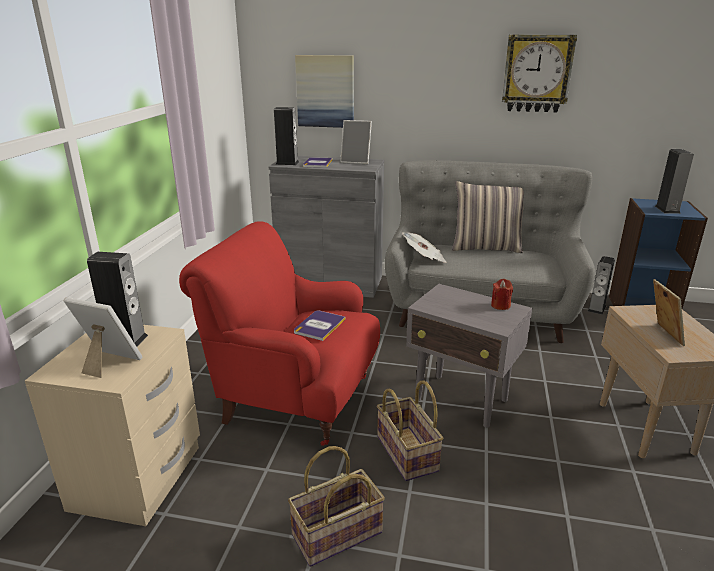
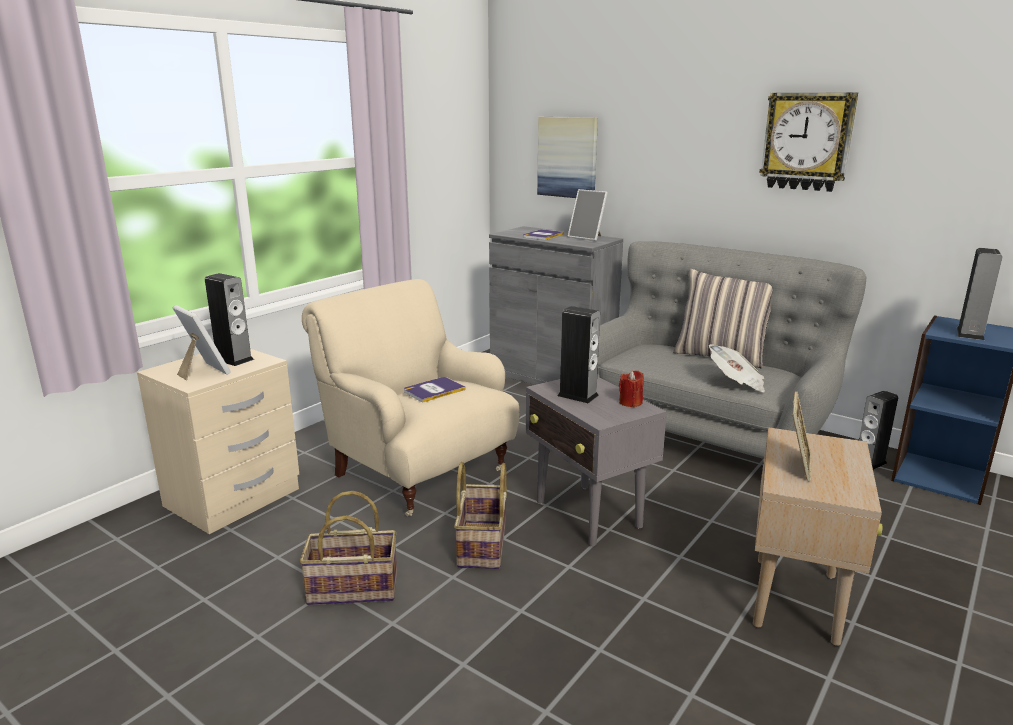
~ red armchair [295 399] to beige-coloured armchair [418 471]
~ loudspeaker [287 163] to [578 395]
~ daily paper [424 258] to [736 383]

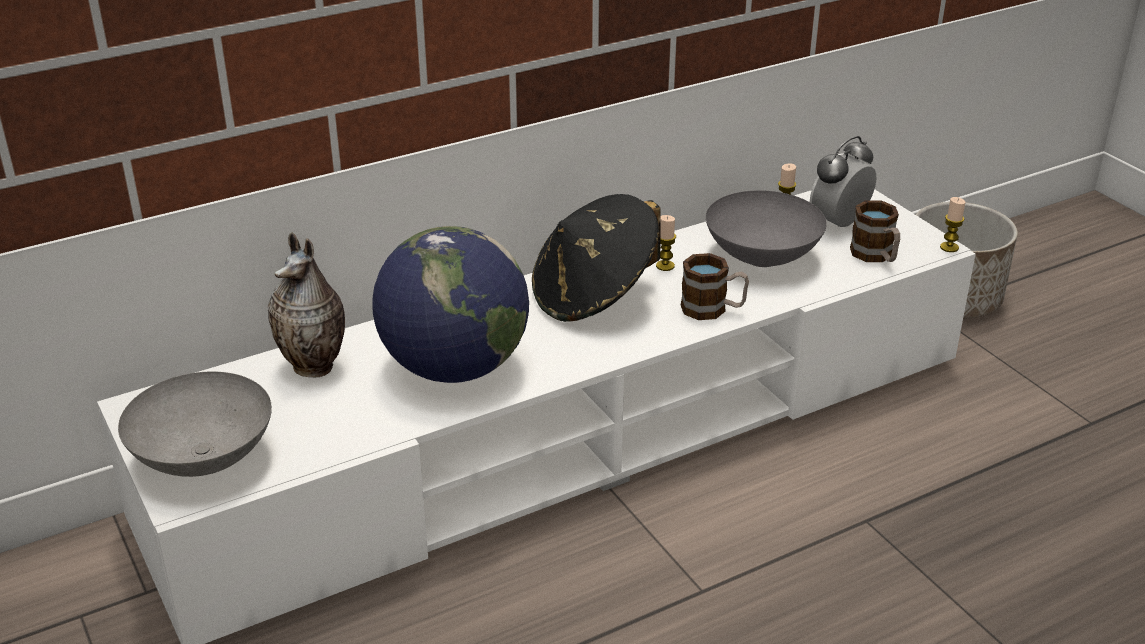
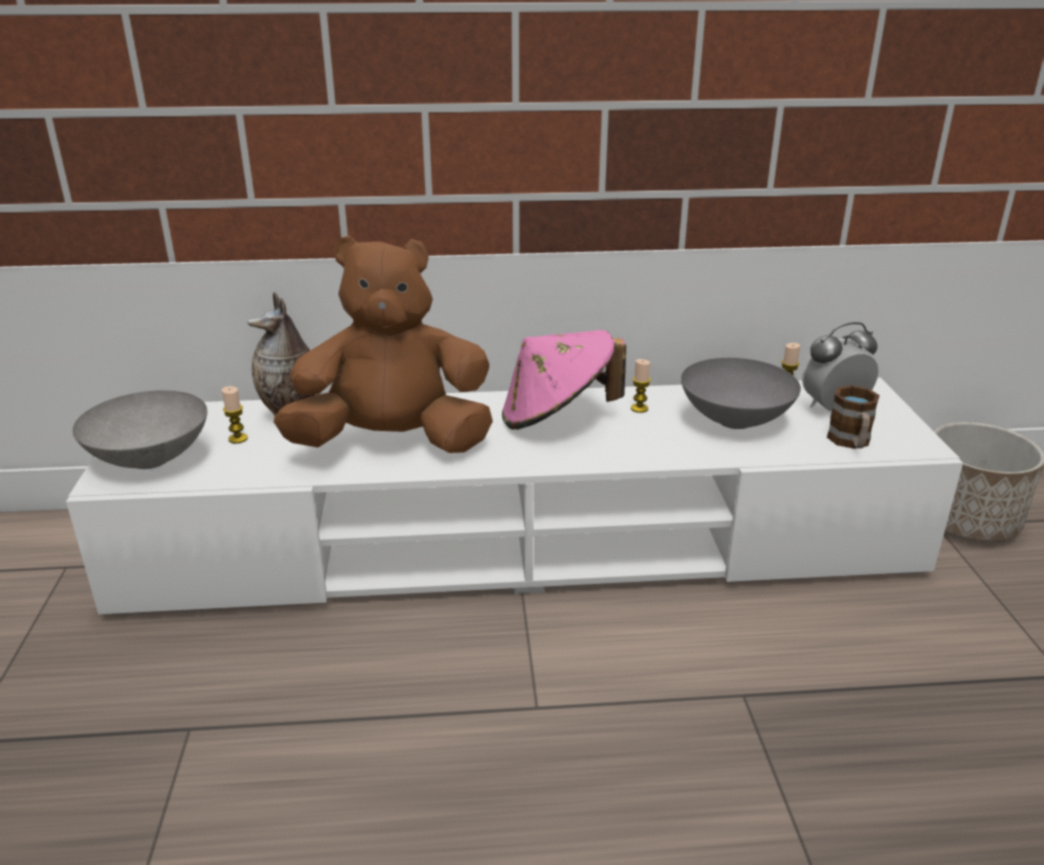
~ globe [454 368] to brown cuddly toy [393 443]
~ black-coloured hat [594 296] to pink-coloured hat [557 417]
- tea mug [713 309]
~ wax candle [949 247] to [238 439]

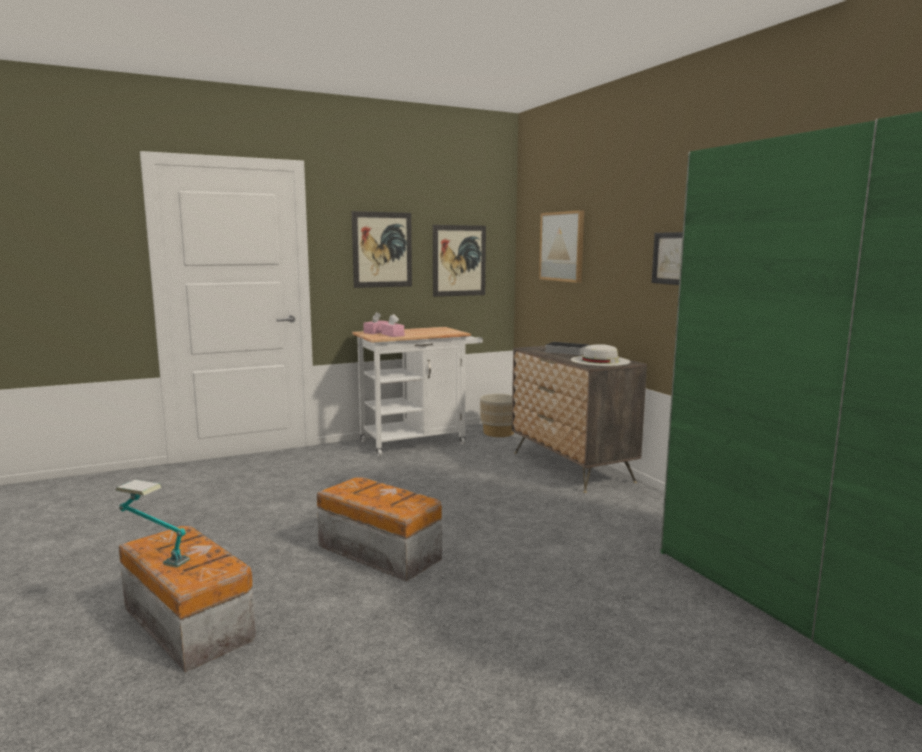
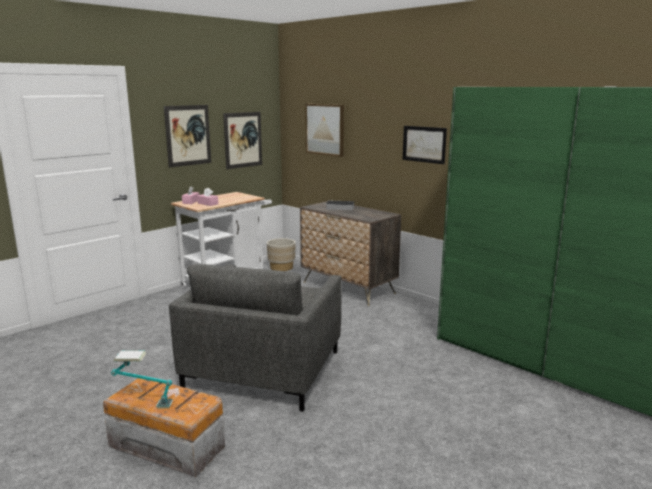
~ storage box [380 551] to grey armchair [263 369]
- white-coloured hat [600 361]

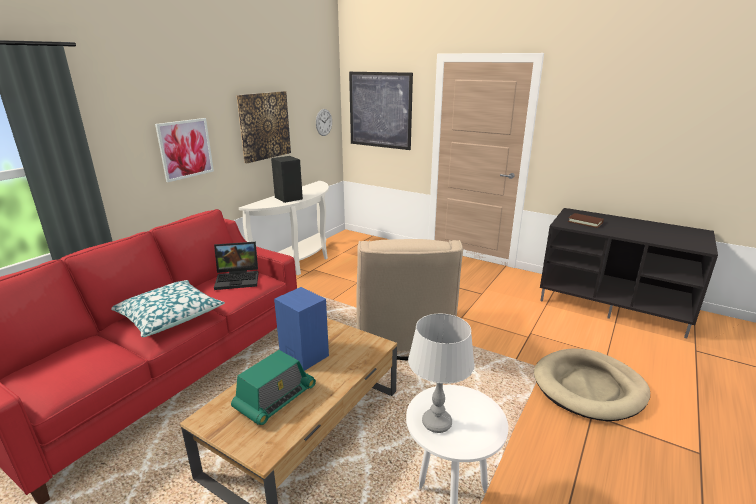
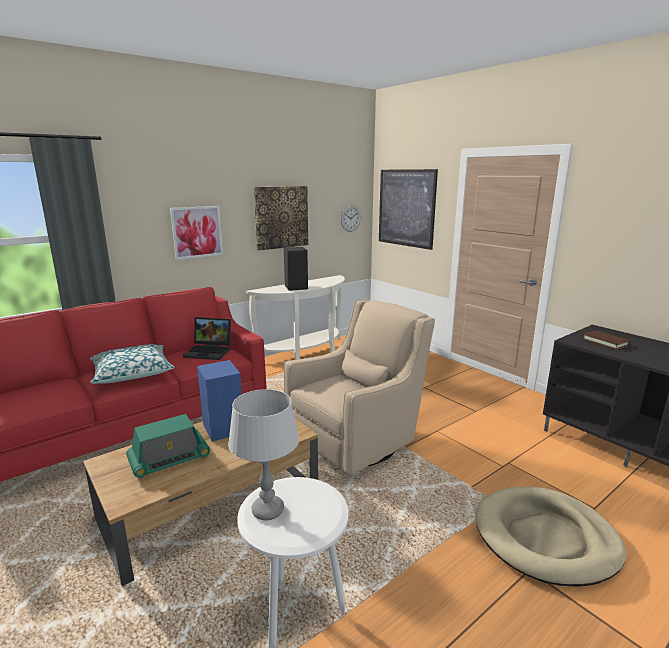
~ beige-coloured armchair [403 340] = [358 441] 150 degrees counterclockwise

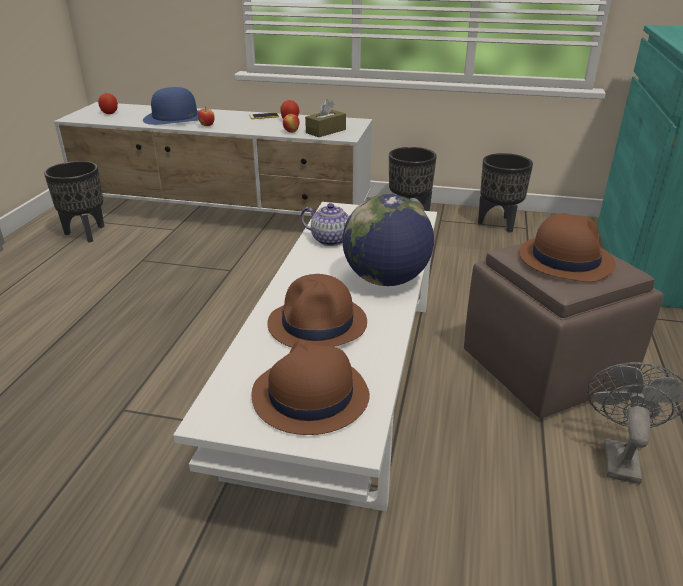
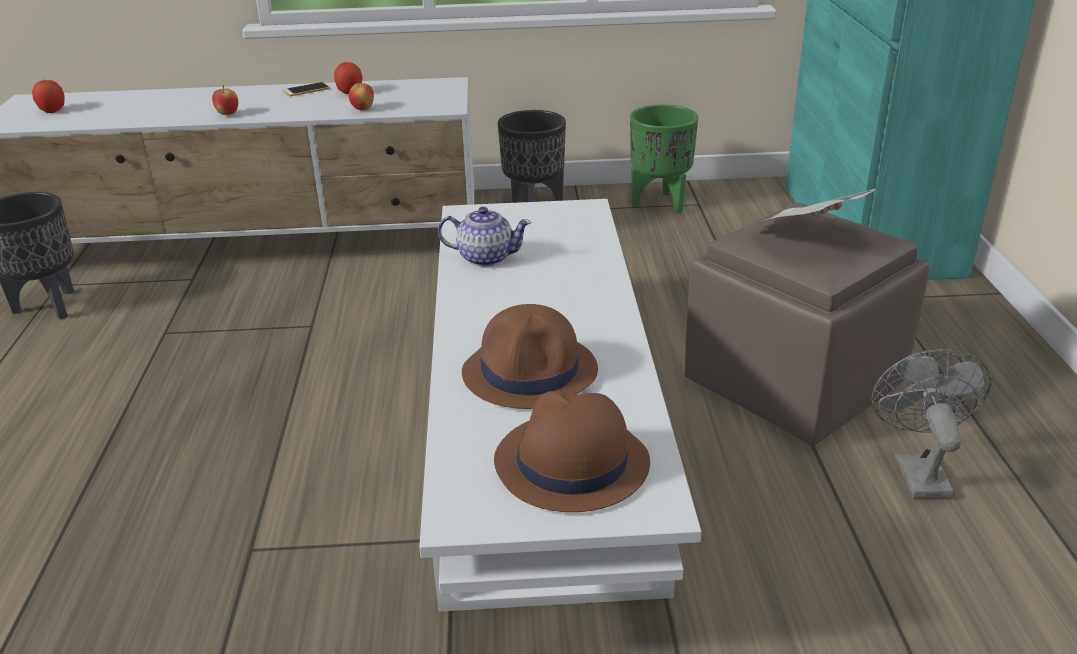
- bluish hat [175 118]
- brown box of tissues [326 131]
- globe [386 280]
~ black-coloured planter [499 224] to green planter [660 203]
~ brown hat [565 259] to daily paper [809 237]

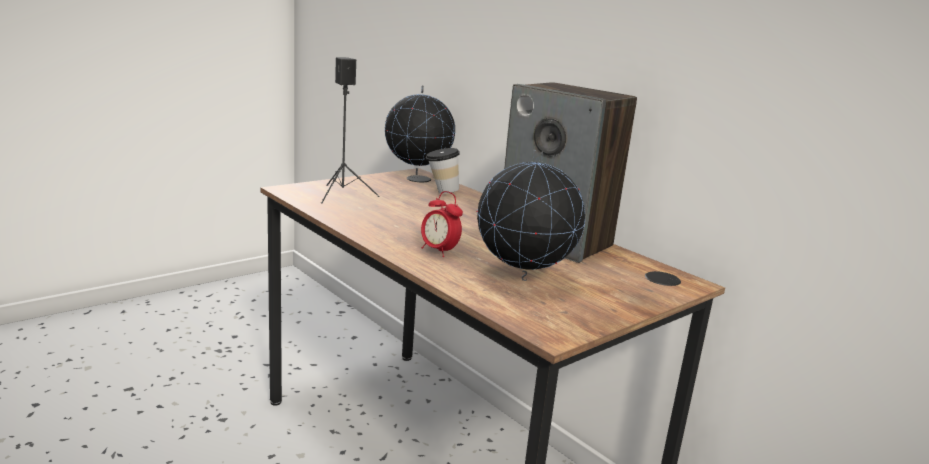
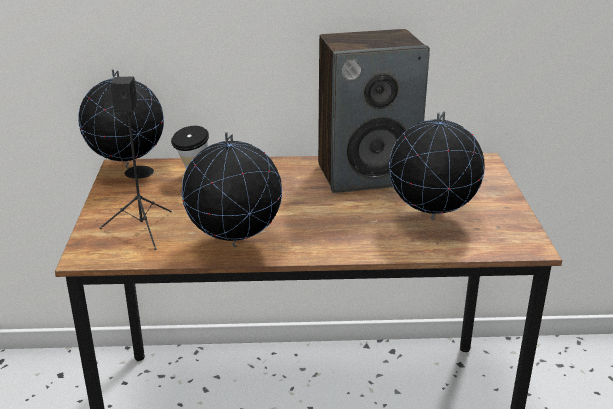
- alarm clock [439 251]
+ globe [235 245]

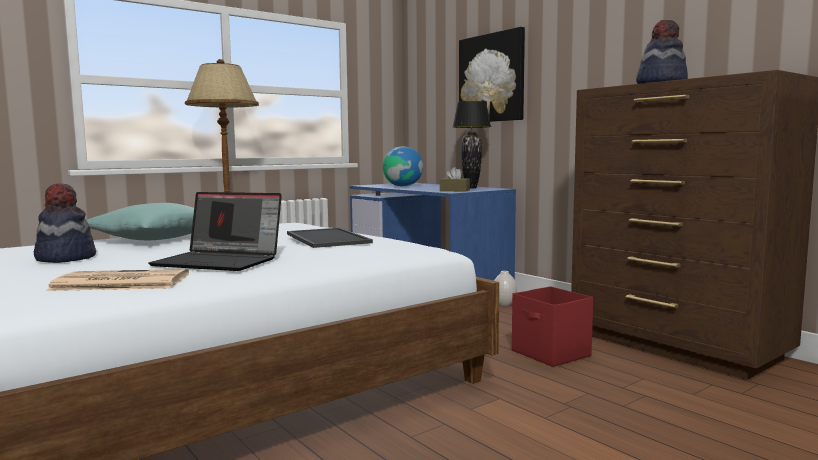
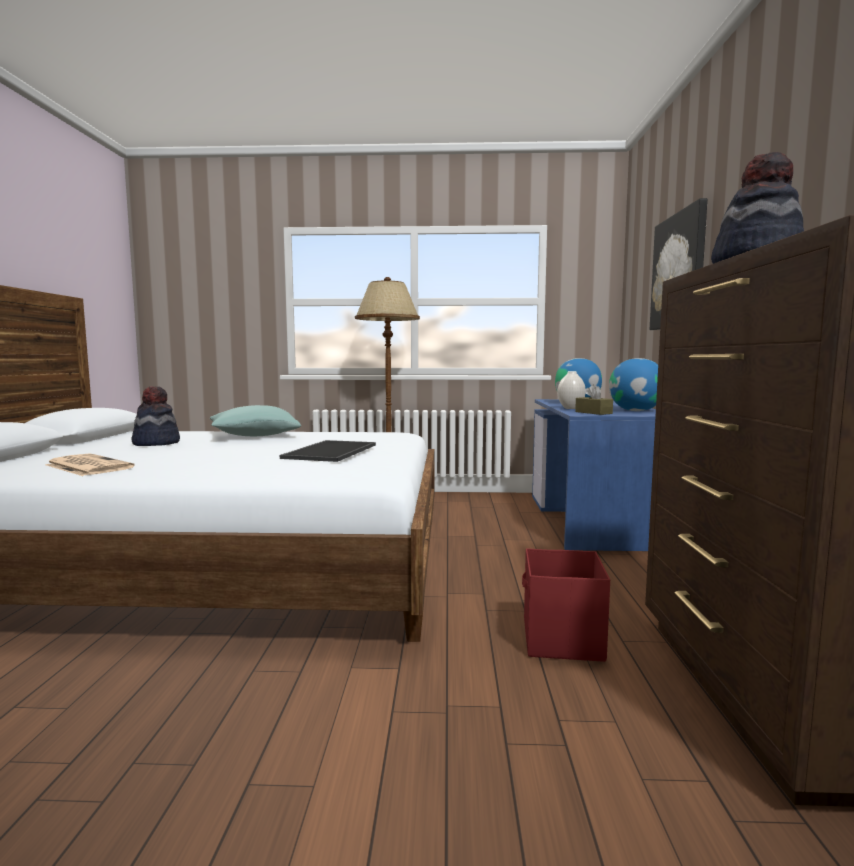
- laptop [221 261]
~ black-coloured lamp for a table [471 188] to globe [636 411]
~ white-coloured decorative vase [504 304] to [570 408]

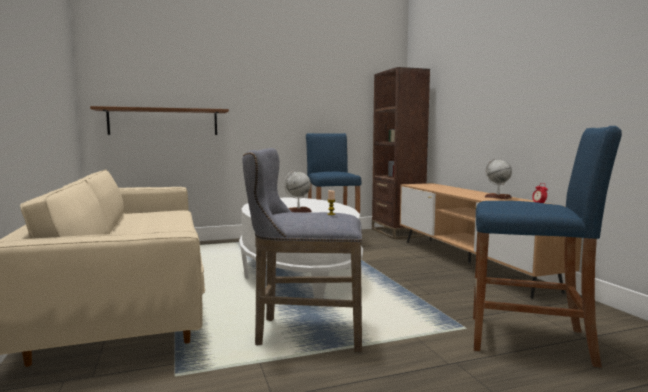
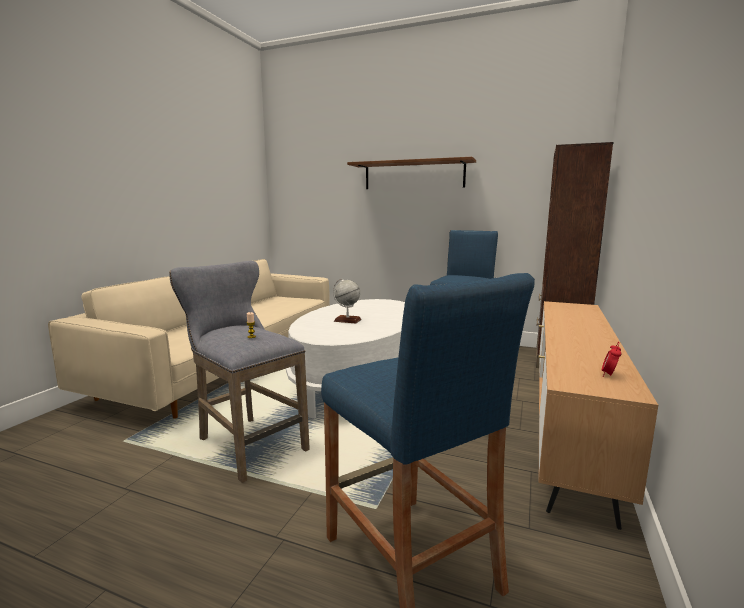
~ brown bracket shelf [163 122] to [413 175]
- globe [497 197]

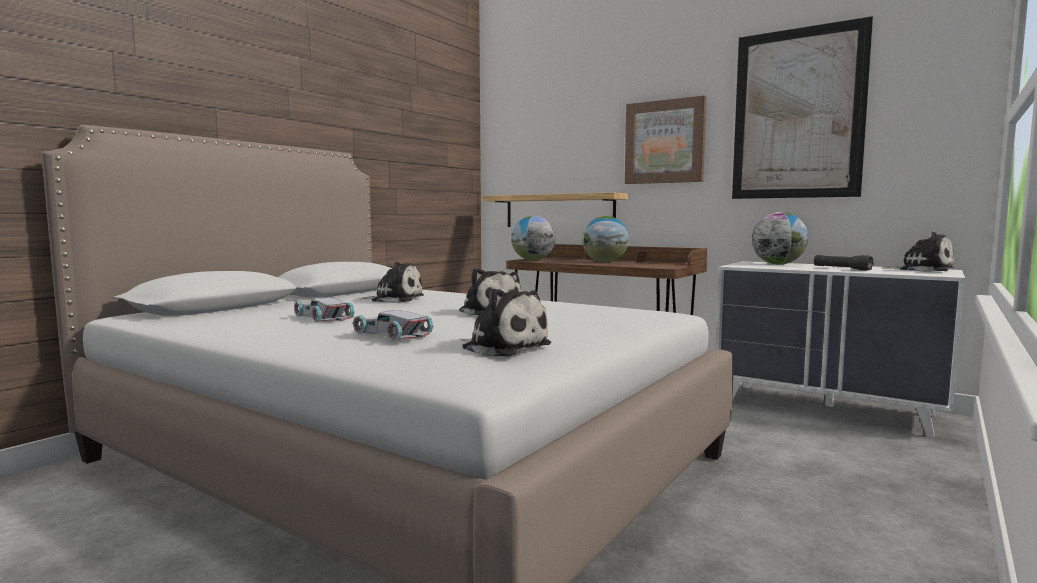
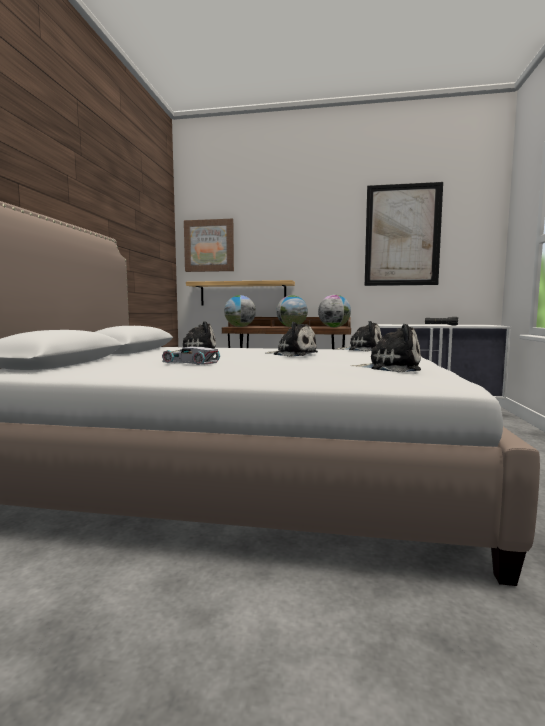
- white-coloured model car [393 333]
~ wall picture [664 142] to [209 246]
~ globe [778 264] to [334 327]
~ cuddly toy [922 270] to [362 349]

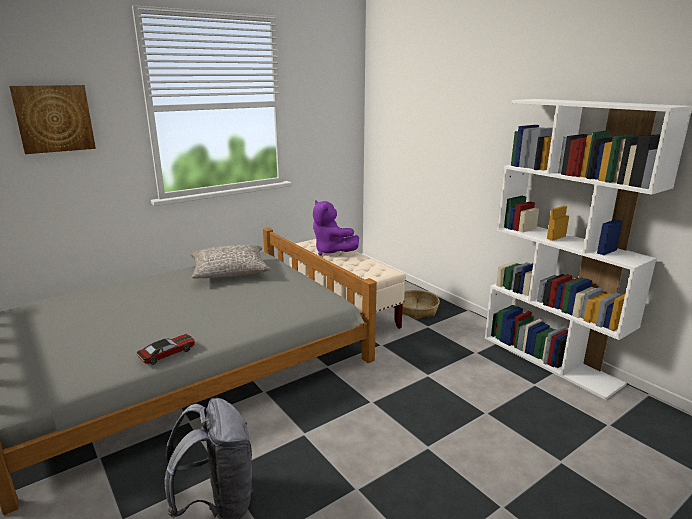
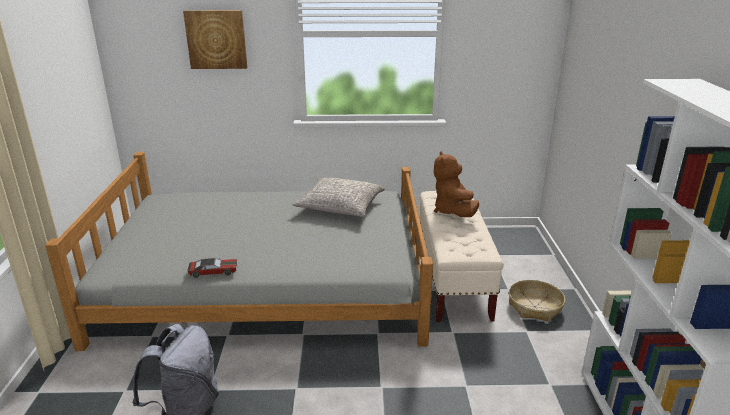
~ purplish cuddly toy [332 251] to brown cuddly toy [453 211]

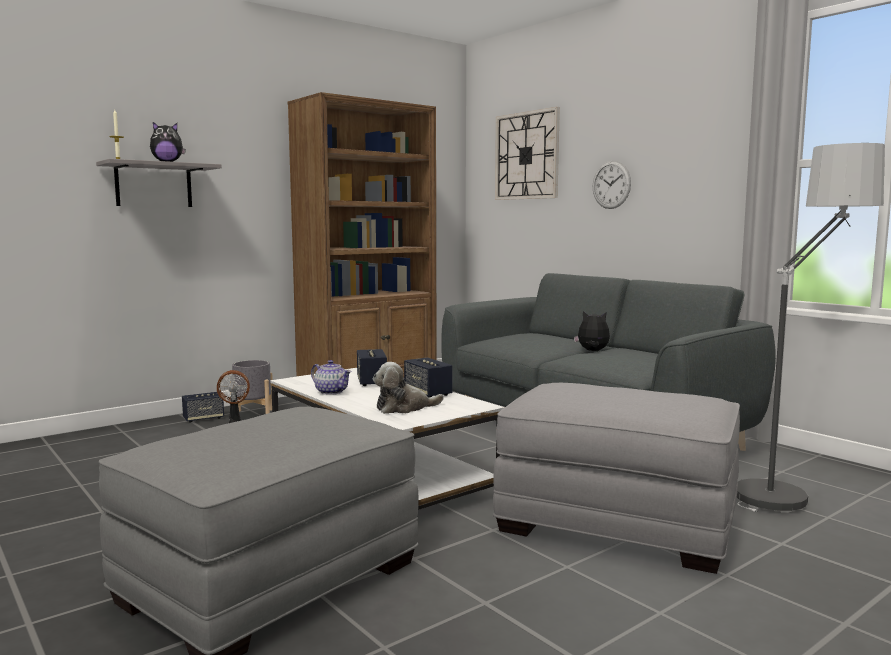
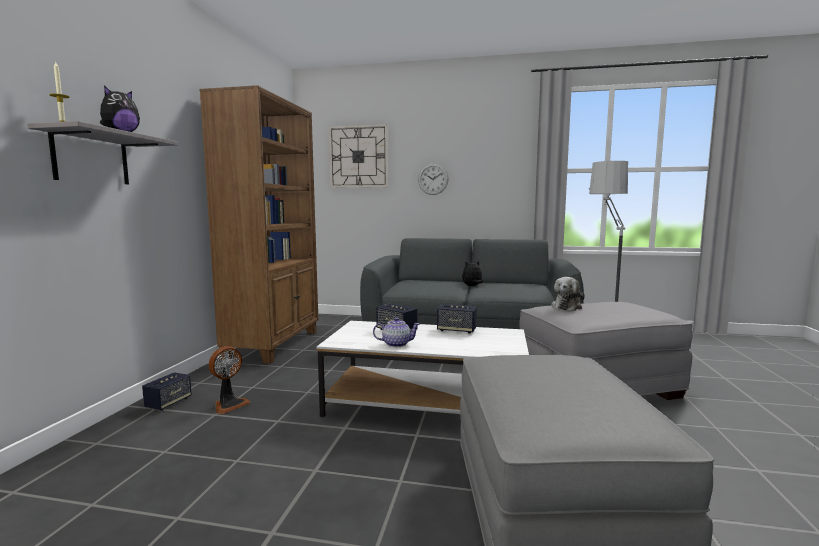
- grey planter [252 414]
~ cuddly toy [404 408] to [567 306]

